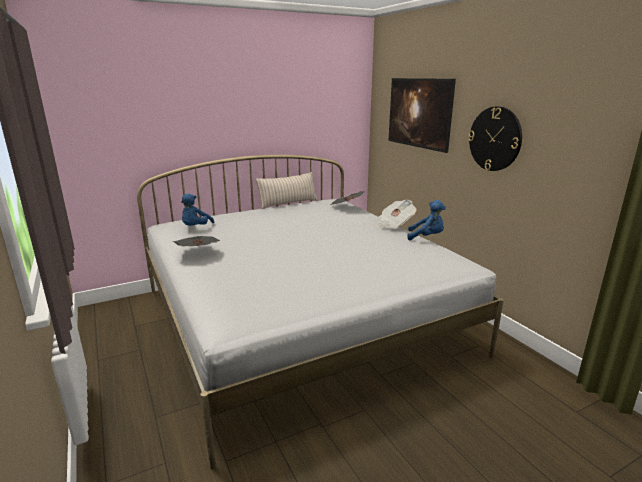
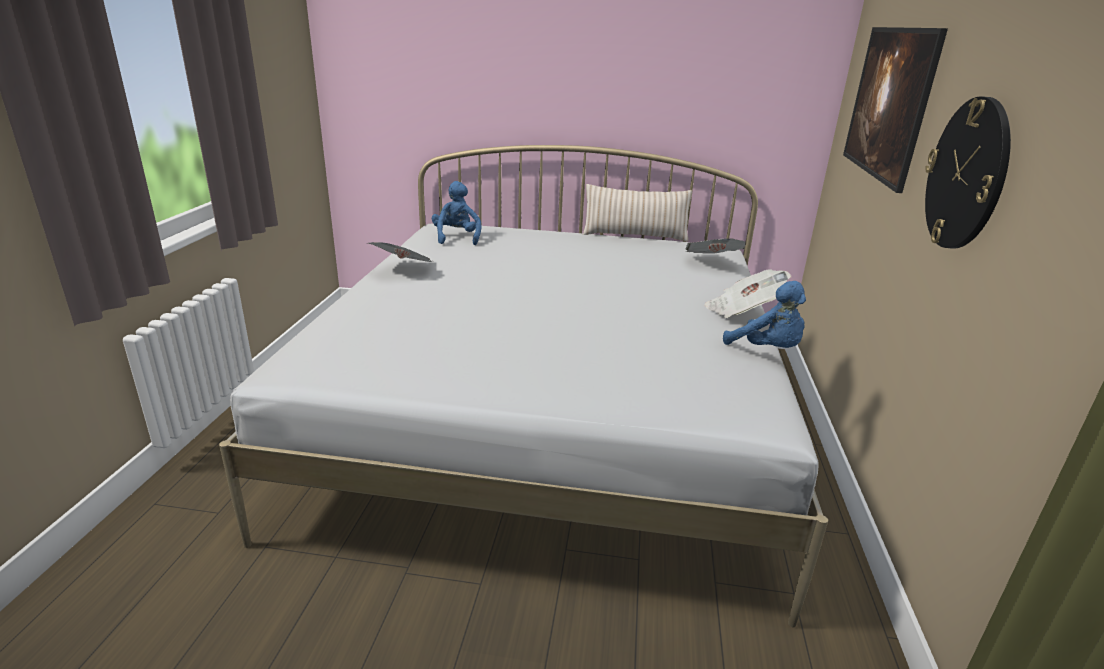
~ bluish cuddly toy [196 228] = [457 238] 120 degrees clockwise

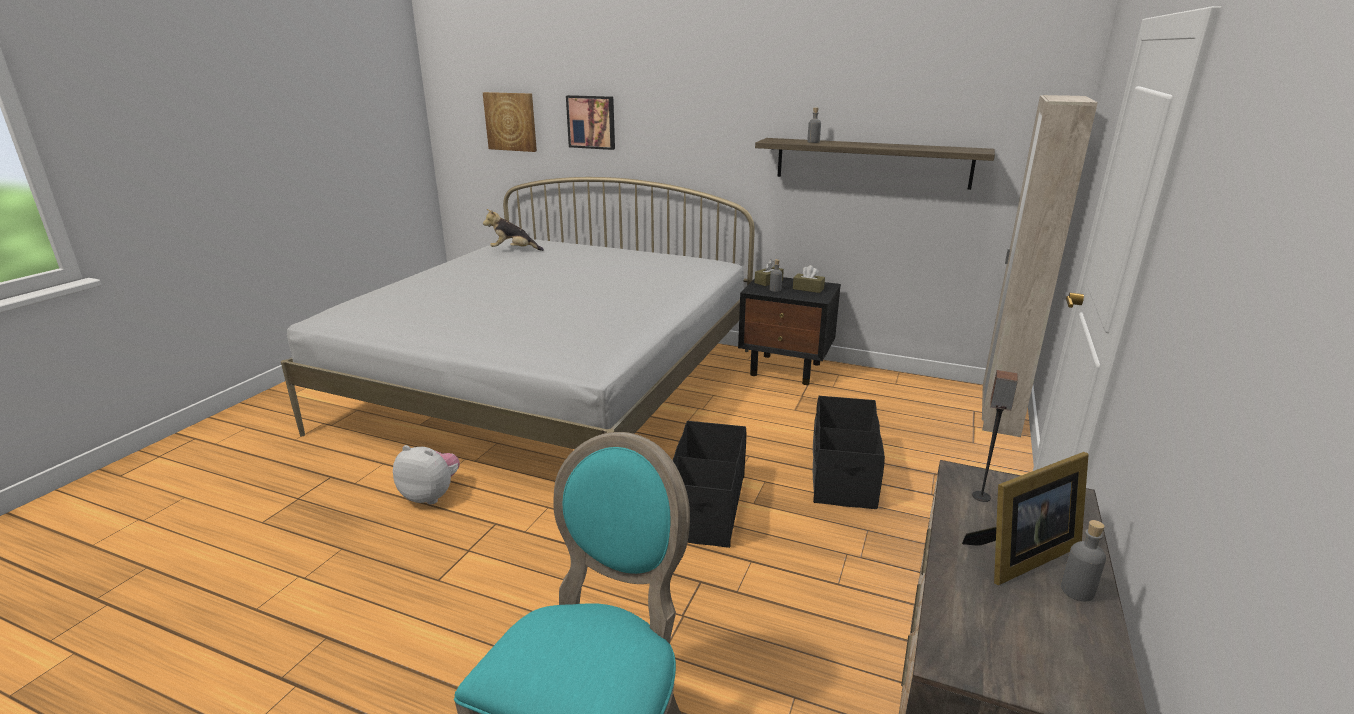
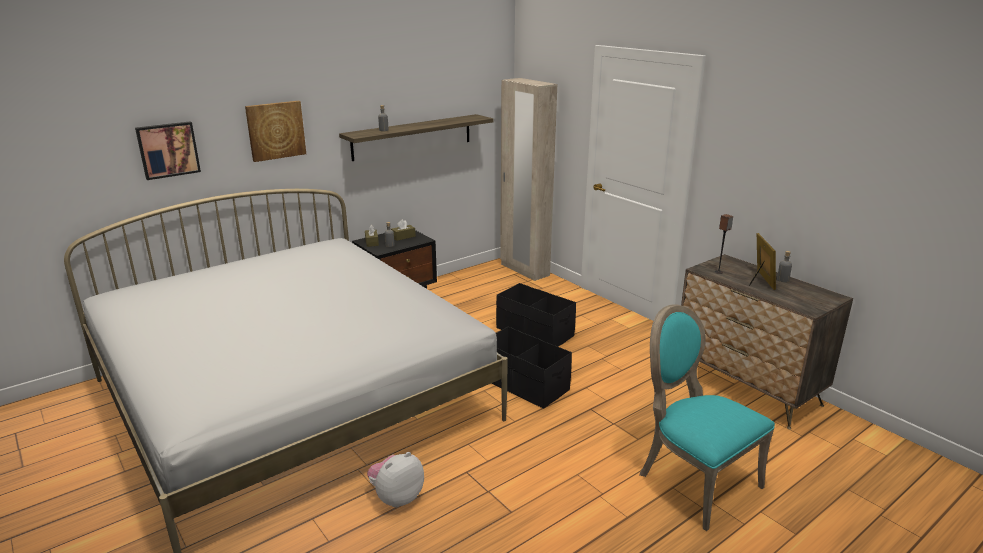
~ wall picture [511 121] to [275 130]
- cuddly toy [513 250]

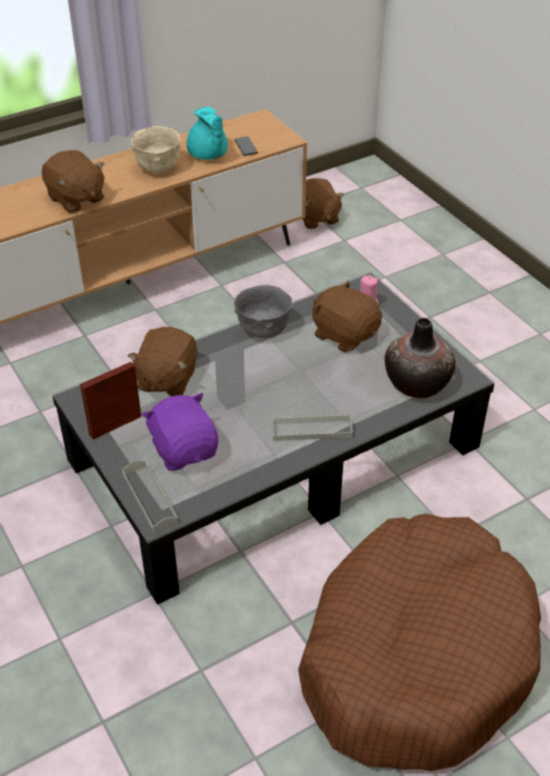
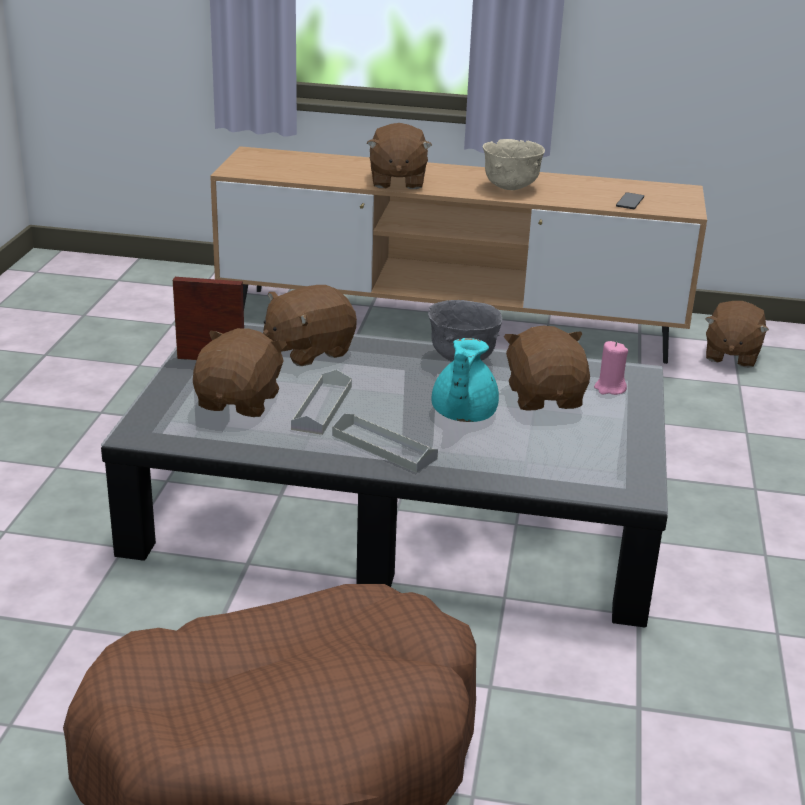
~ grey serving tray [150 498] to [322 407]
~ purplish cuddly toy [184 450] to brown cuddly toy [240 402]
~ blue-green teapot [208 155] to [462 414]
- decorative vase [417 384]

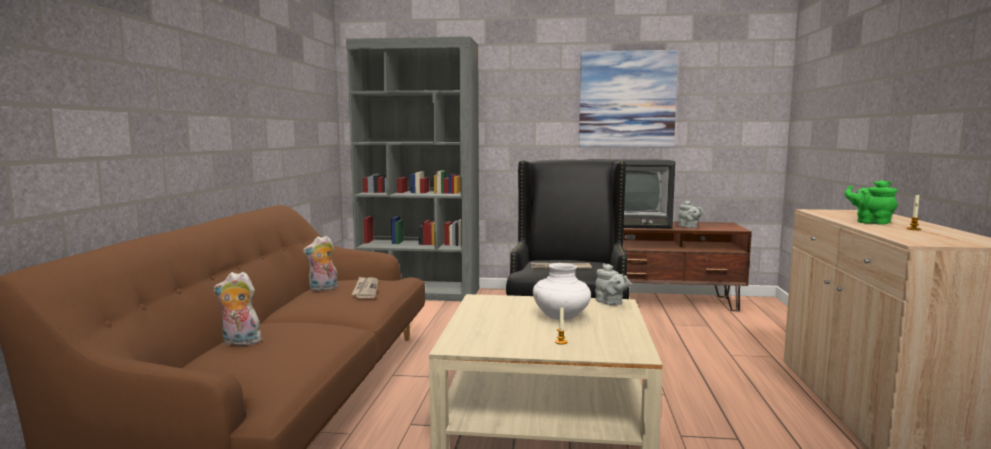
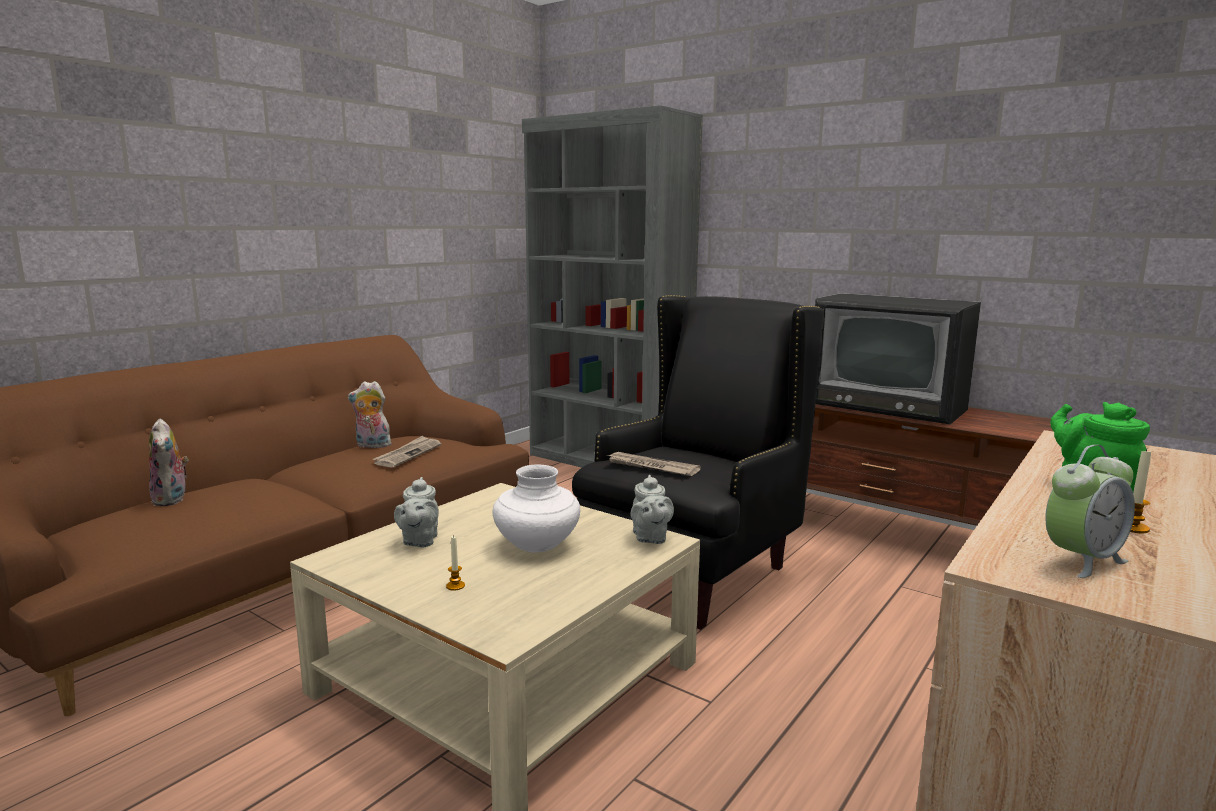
~ cuddly toy [239 343] = [172 499] 150 degrees counterclockwise
- wall picture [627 99]
~ grey teapot [689 227] to [419 541]
+ alarm clock [1082 560]

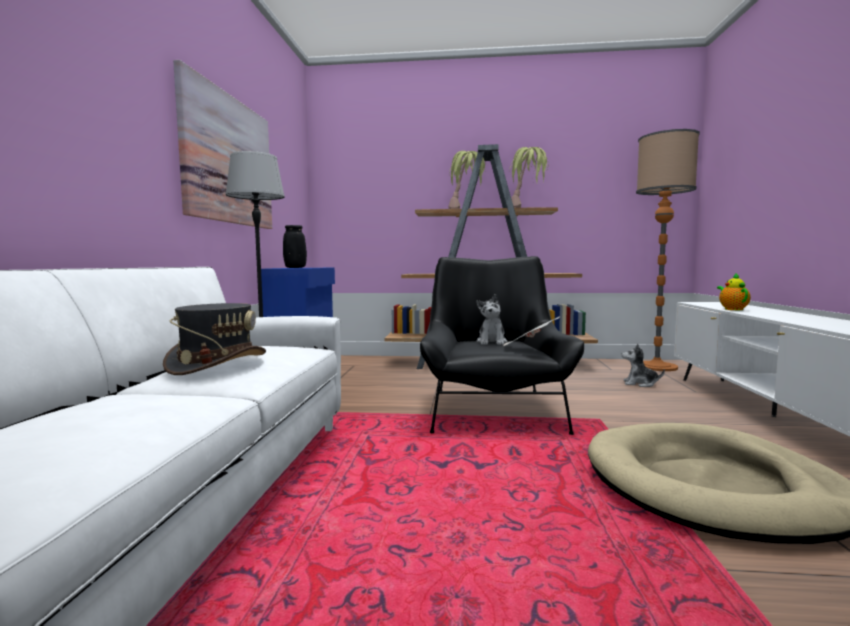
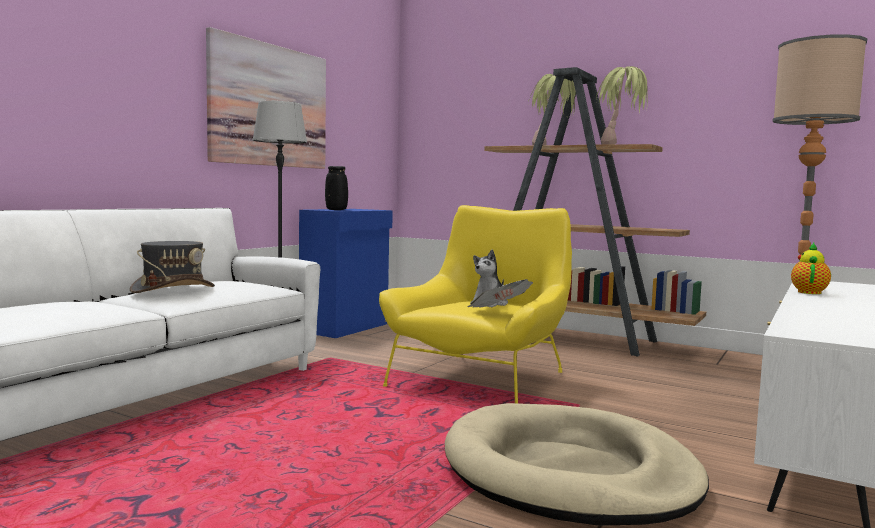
~ black-coloured armchair [493 410] to yellow-coloured armchair [480 379]
- cuddly toy [640 384]

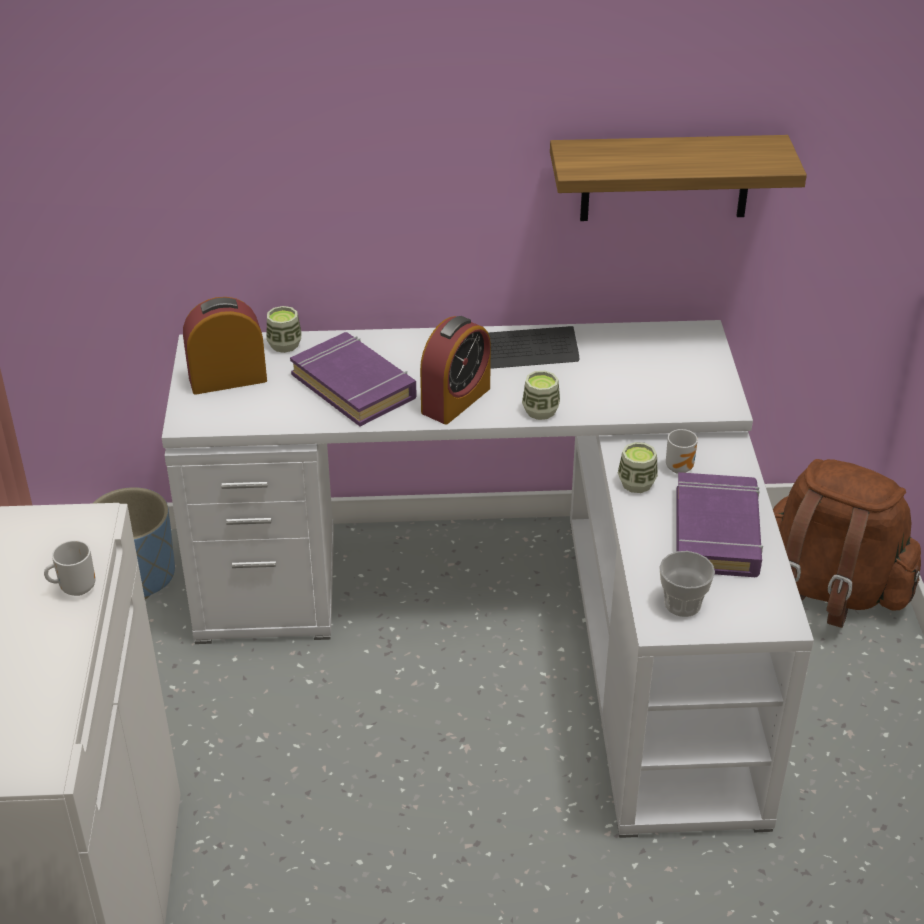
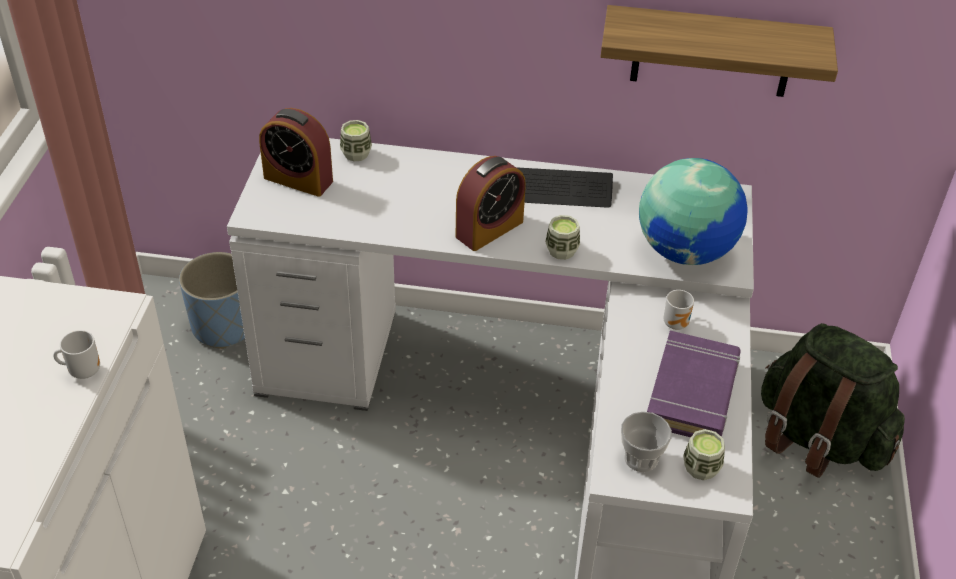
~ alarm clock [228 379] = [298 179] 150 degrees counterclockwise
- purplish bound book [354 386]
~ small cup [636 483] to [701 468]
~ brown rucksack [829 590] to green rucksack [818 439]
+ globe [686 250]

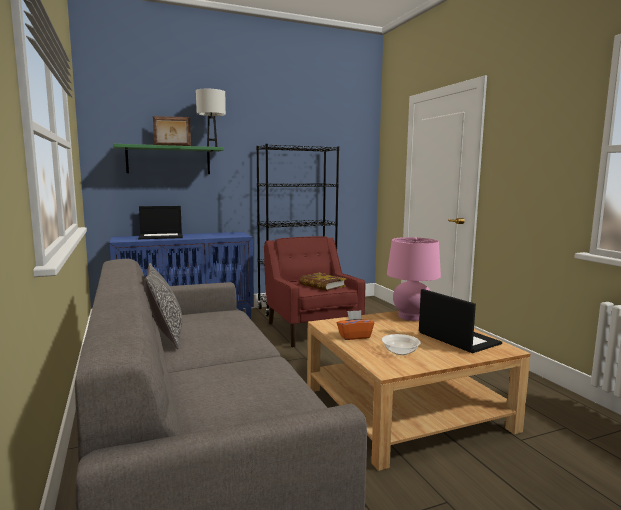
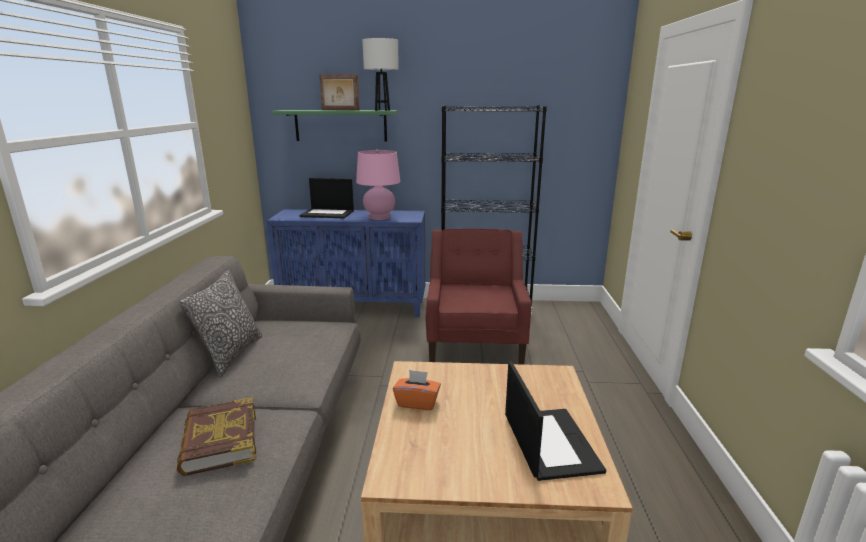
~ bound book [322 285] to [219 441]
- deep dish [400 352]
~ pink-coloured lamp for a table [411 316] to [379 217]

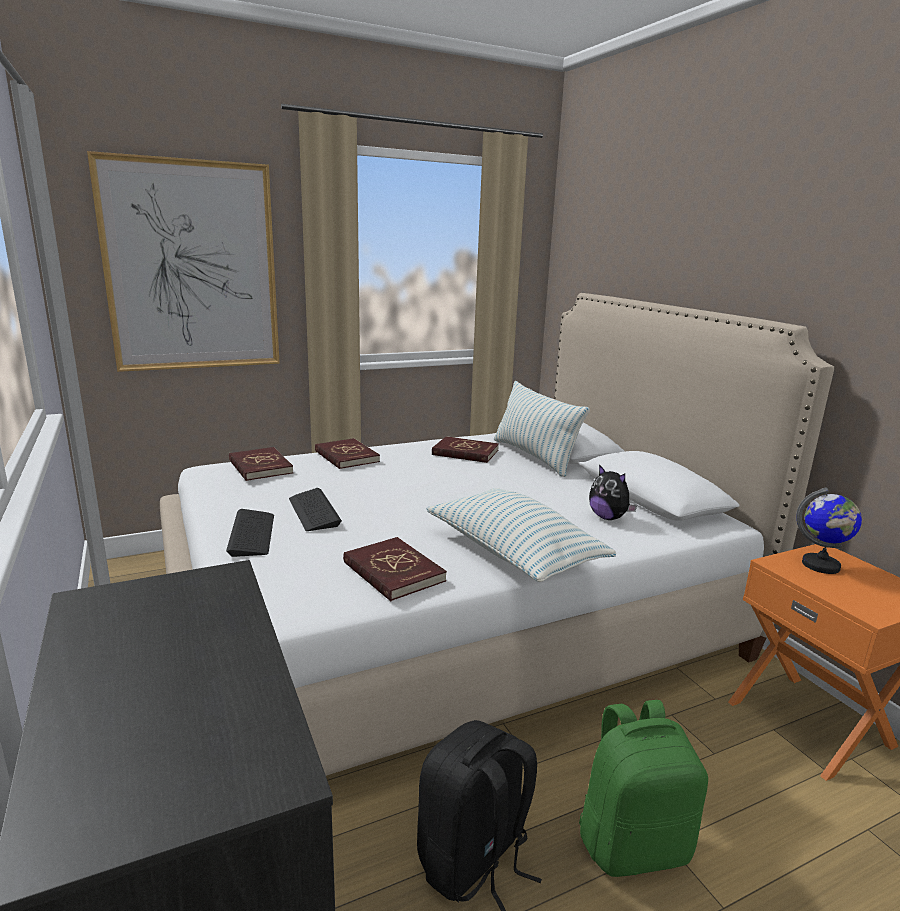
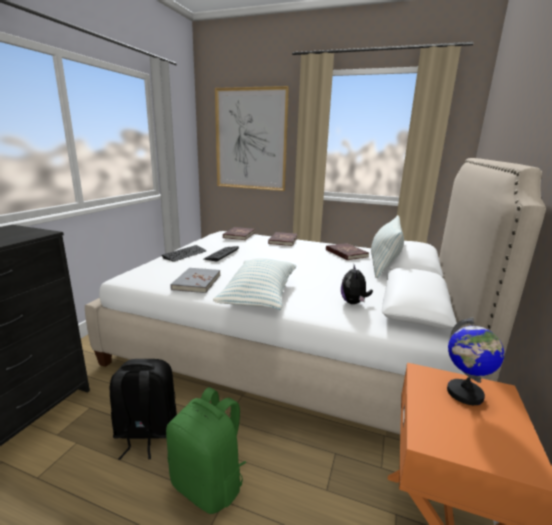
~ red bound book [393 572] to grey bound book [196 282]

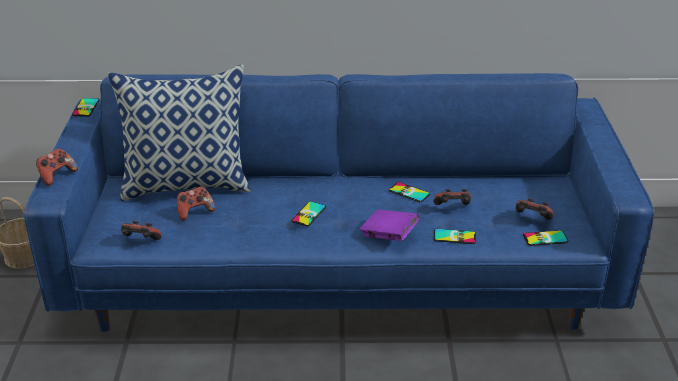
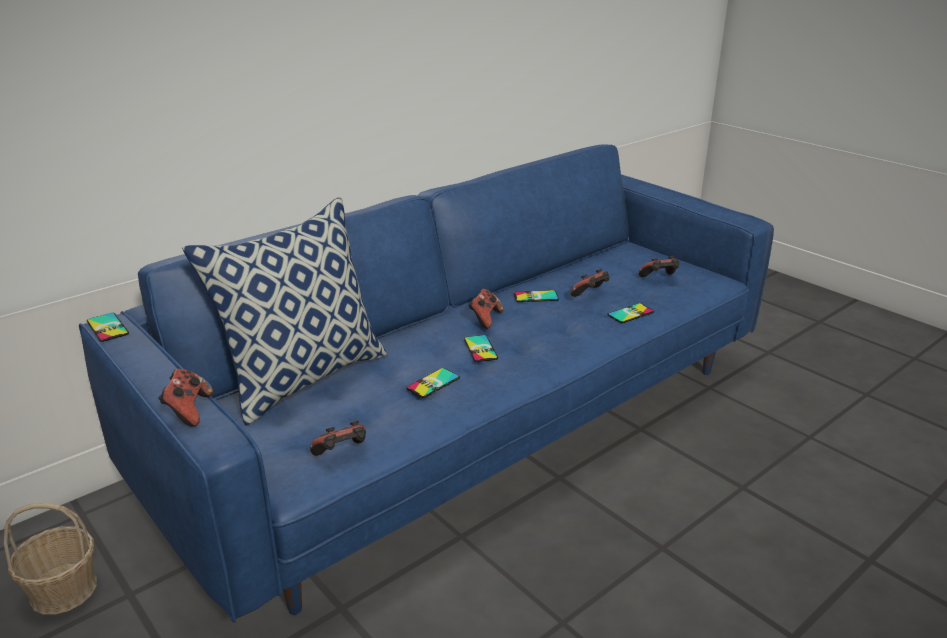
~ joypad [195 212] to [485 318]
- purplish bound book [389 236]
~ phone [545 238] to [433 383]

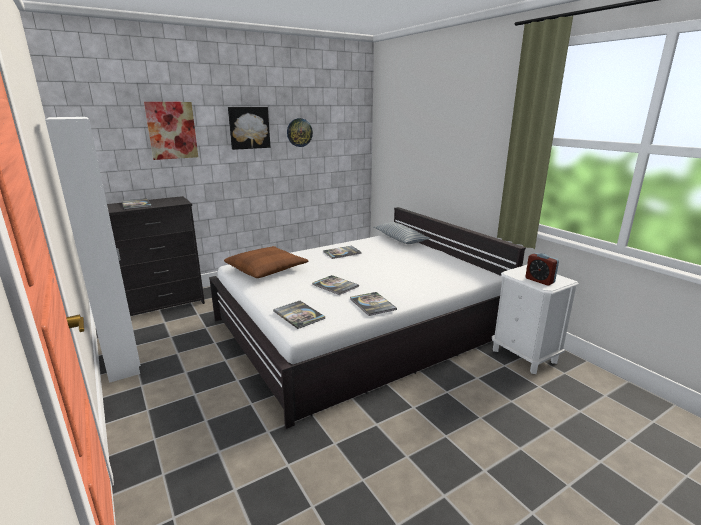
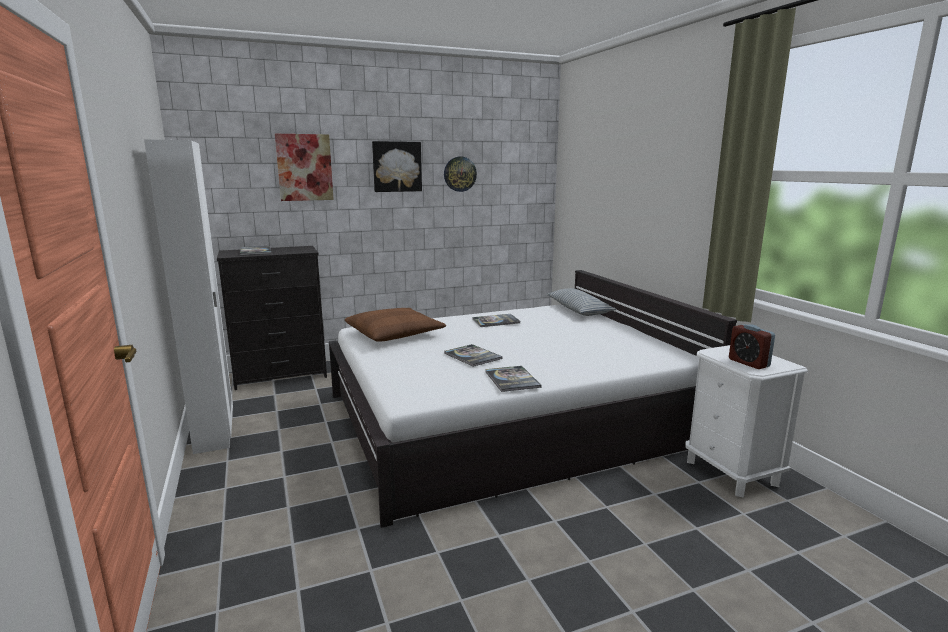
- bound book [299 315]

